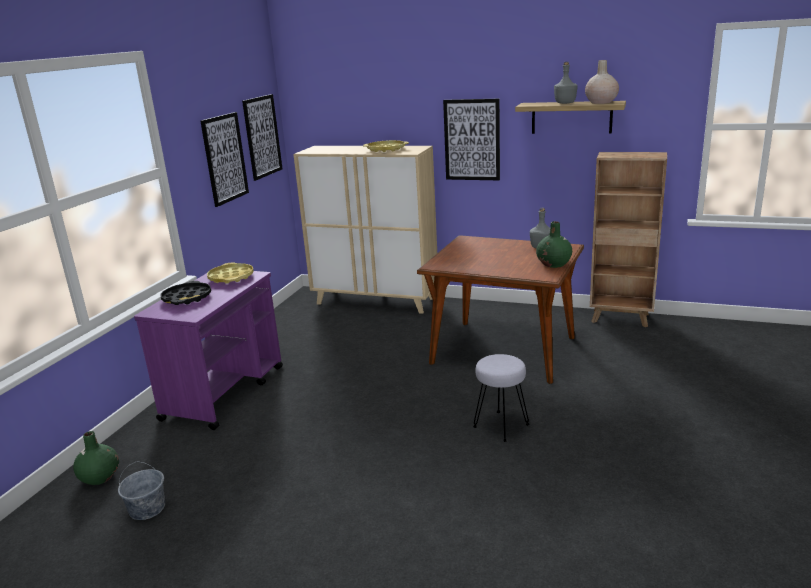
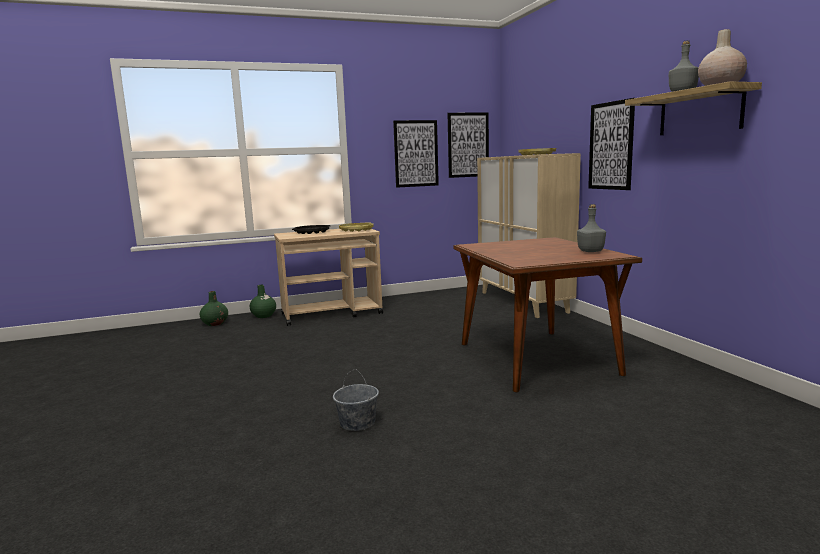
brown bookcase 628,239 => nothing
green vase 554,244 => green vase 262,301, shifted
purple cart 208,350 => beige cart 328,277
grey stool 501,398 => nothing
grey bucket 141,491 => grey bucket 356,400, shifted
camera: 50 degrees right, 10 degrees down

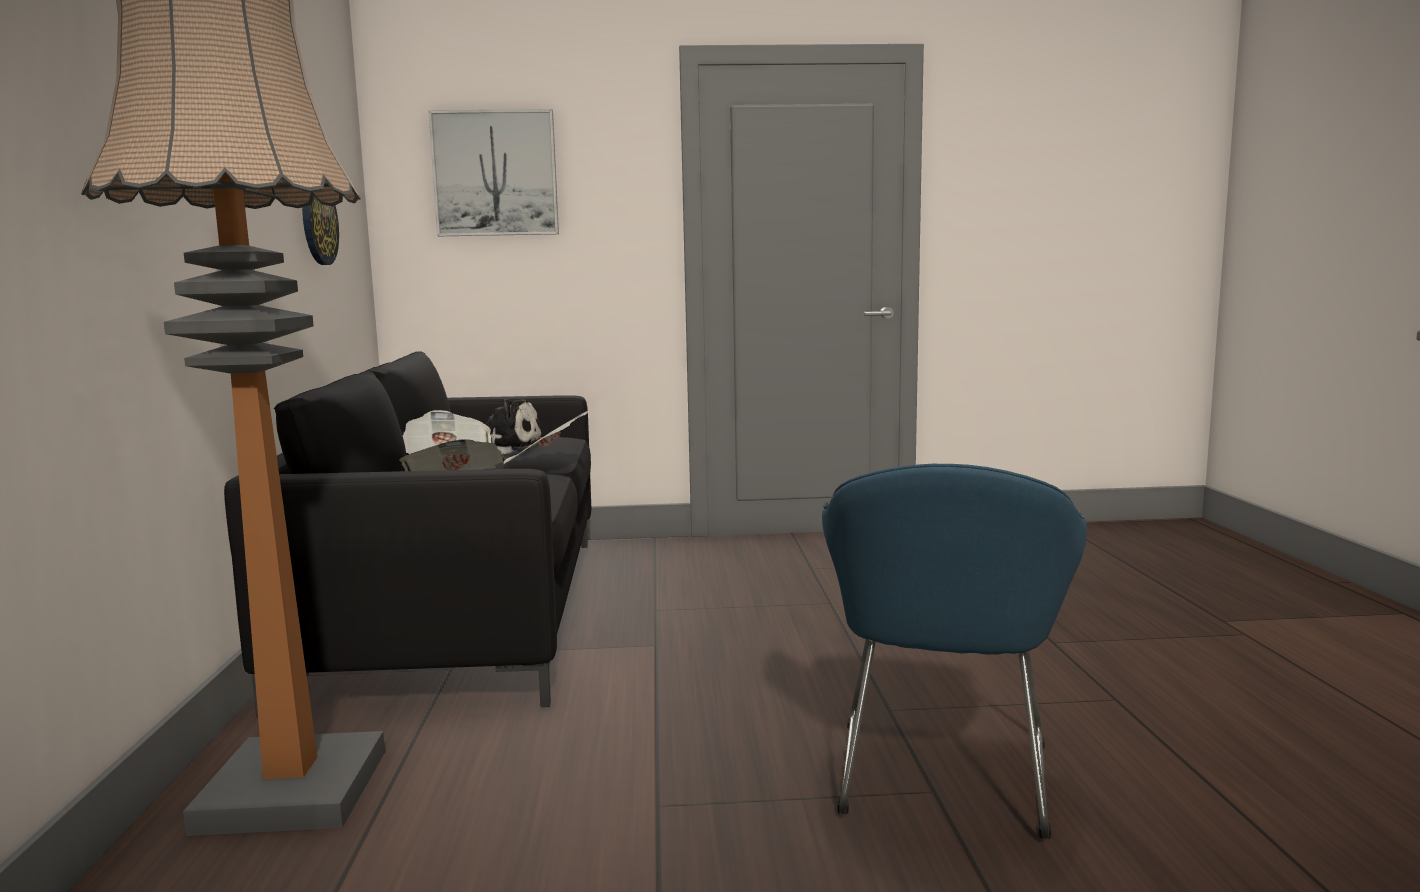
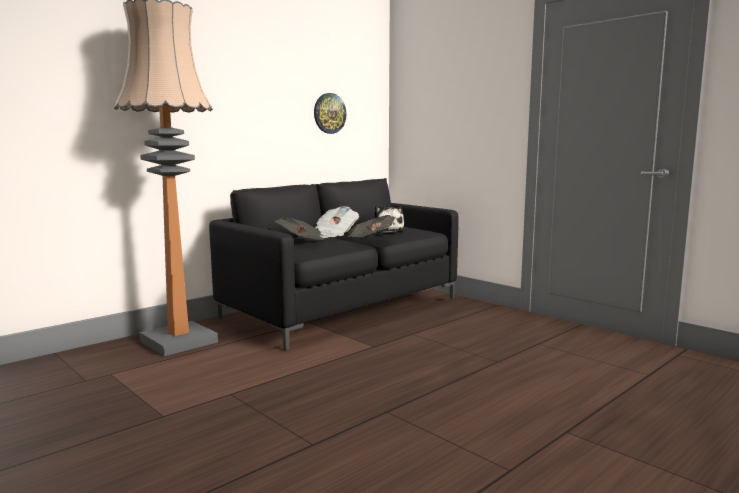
picture 493,172 => nothing
blue armchair 954,651 => nothing
camera: 50 degrees right, 0 degrees up

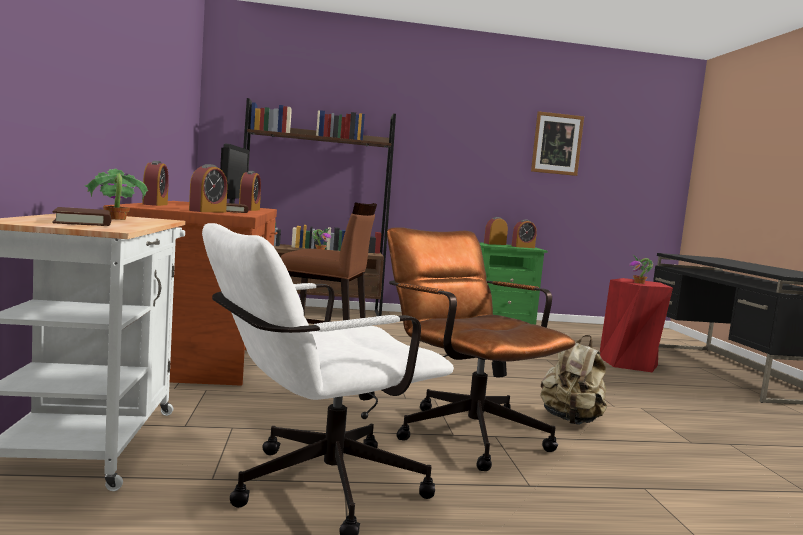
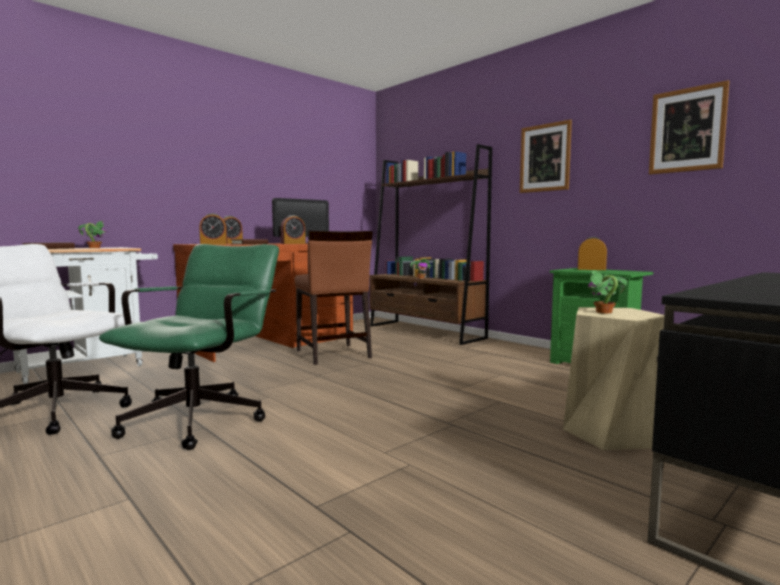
alarm clock 524,234 => nothing
brown office chair 481,349 => green office chair 189,347
red stool 636,325 => beige stool 613,378
beige backpack 573,380 => nothing
nothing => picture 546,156
camera: 55 degrees right, 0 degrees up

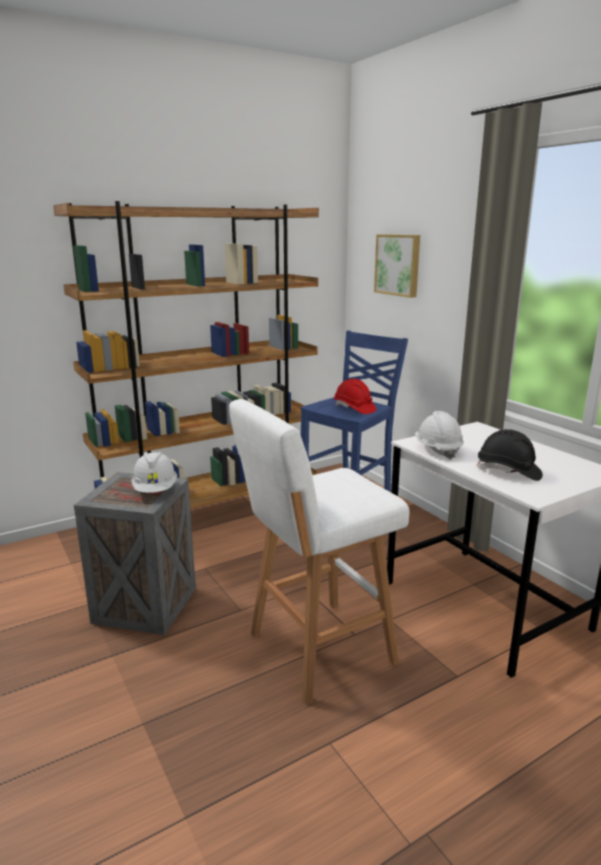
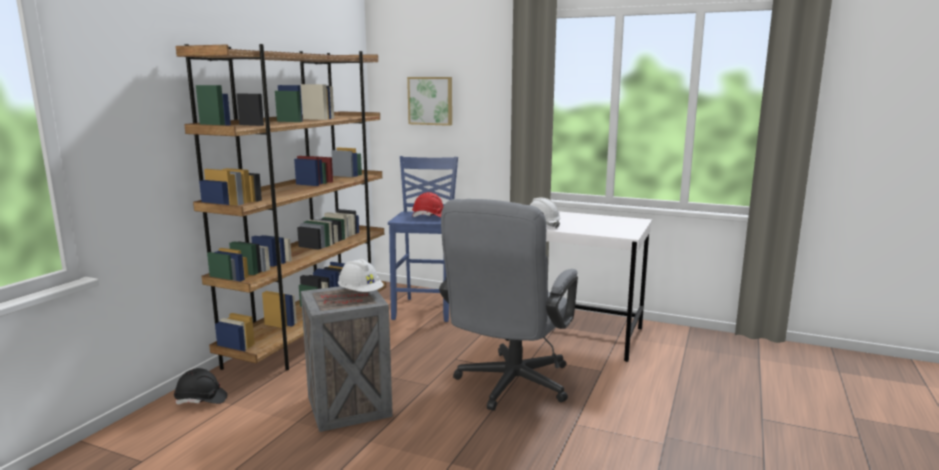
white stool 319,552 => grey office chair 508,305
black hard hat 509,455 => black hard hat 200,386, shifted
camera: 35 degrees left, 5 degrees down

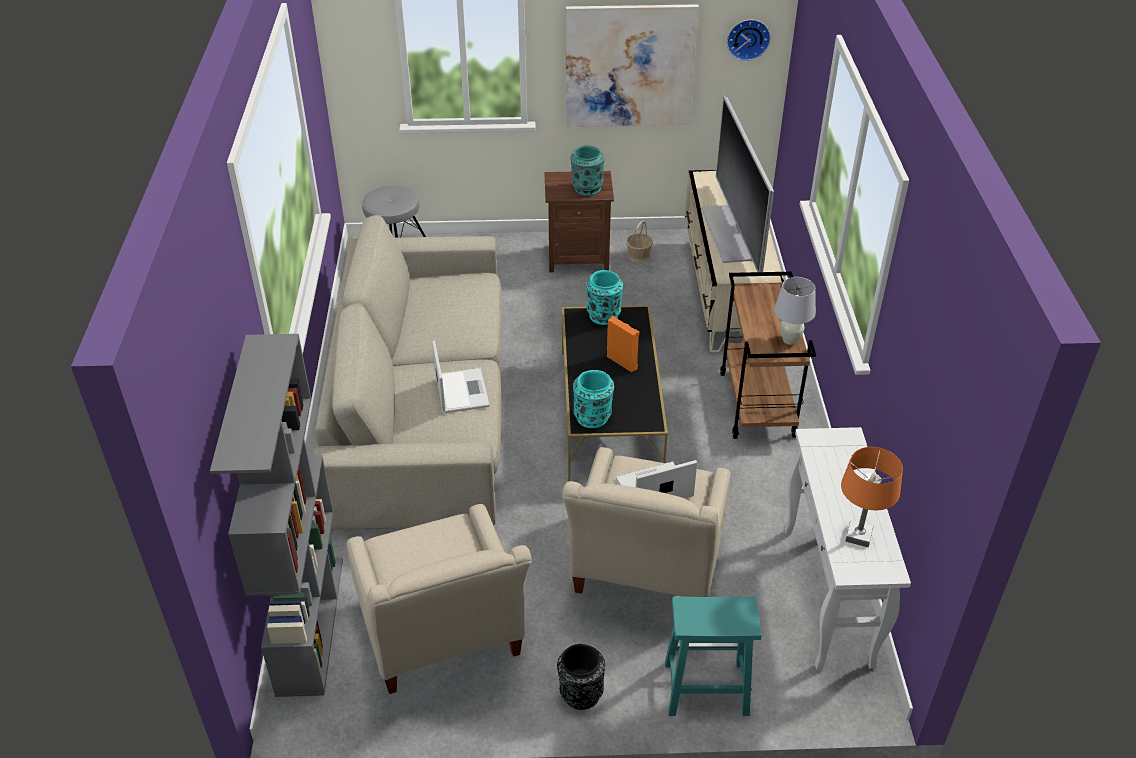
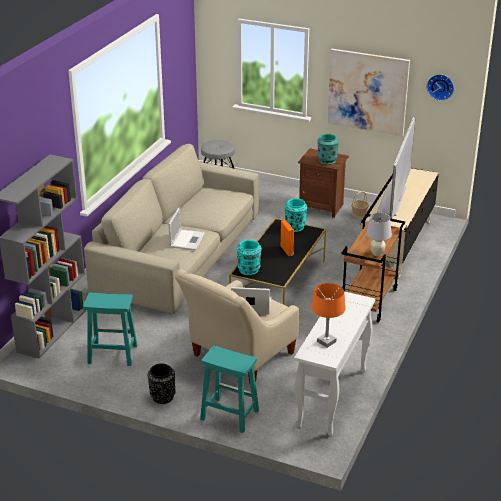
beige armchair 439,599 => turquoise stool 110,329
camera: 25 degrees right, 10 degrees down

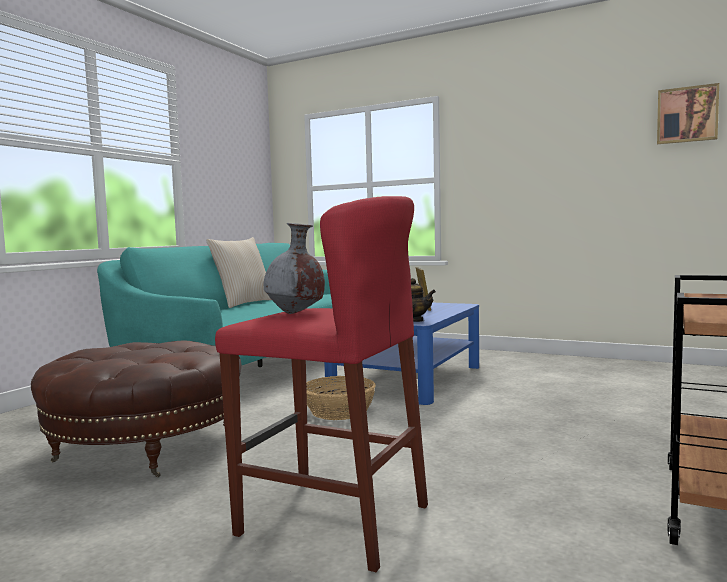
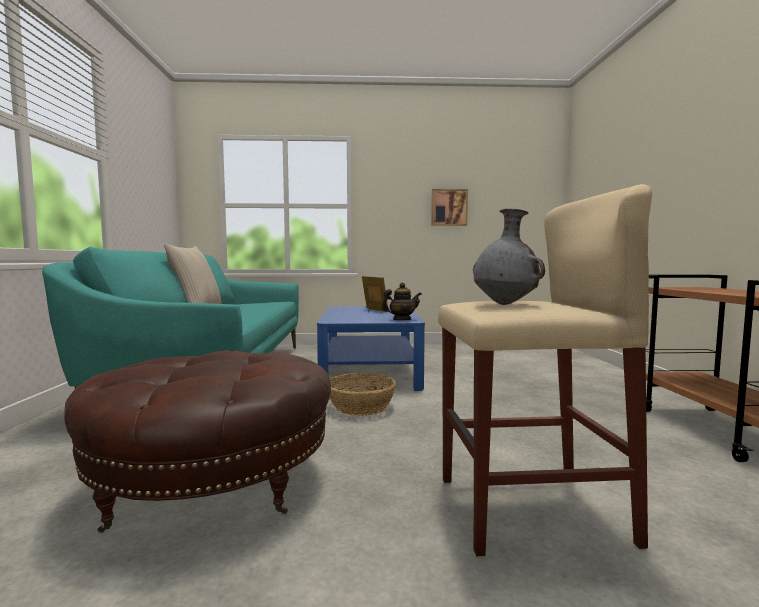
picture 688,113 => picture 449,207, shifted
red stool 321,384 => beige stool 545,370
camera: 30 degrees left, 0 degrees up

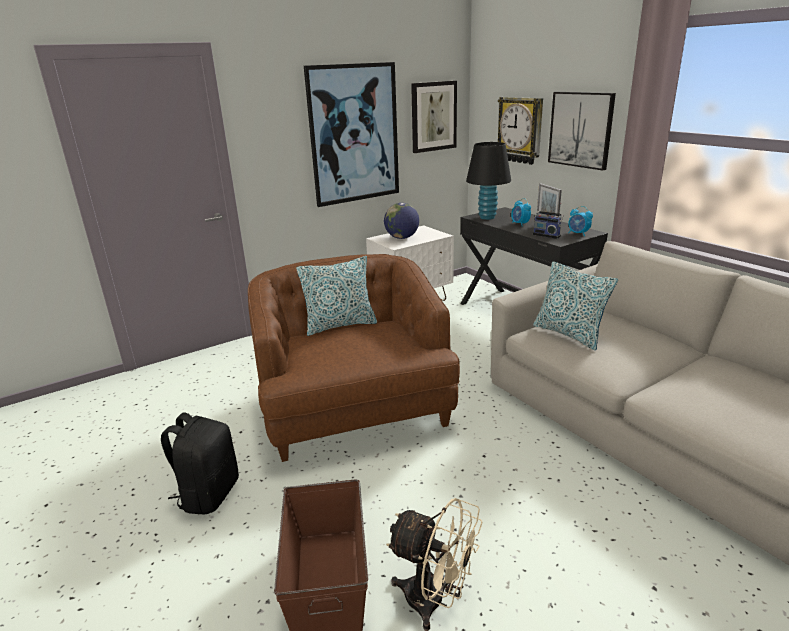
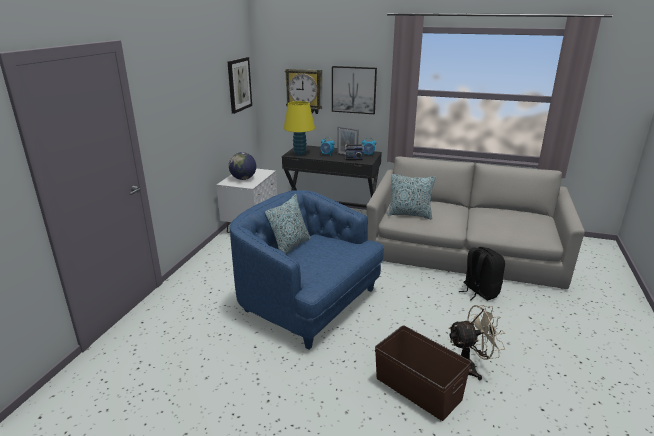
picture 351,134 => nothing
black table lamp 488,181 => yellow table lamp 299,128
brown armchair 354,358 => blue armchair 307,270
black backpack 200,463 => black backpack 482,273, shifted
camera: 40 degrees left, 0 degrees up

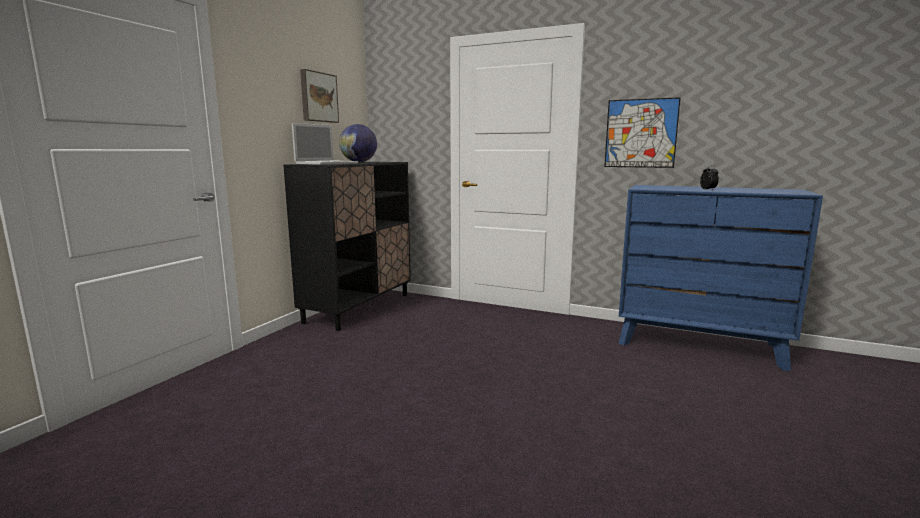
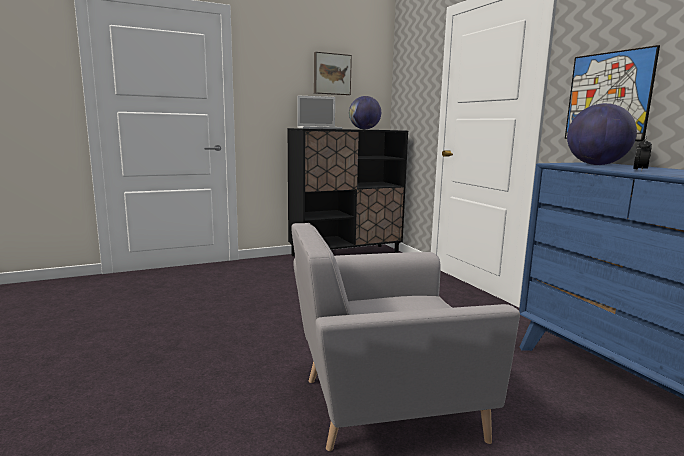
nothing => globe 602,134
nothing => grey armchair 405,337
camera: 40 degrees right, 0 degrees up

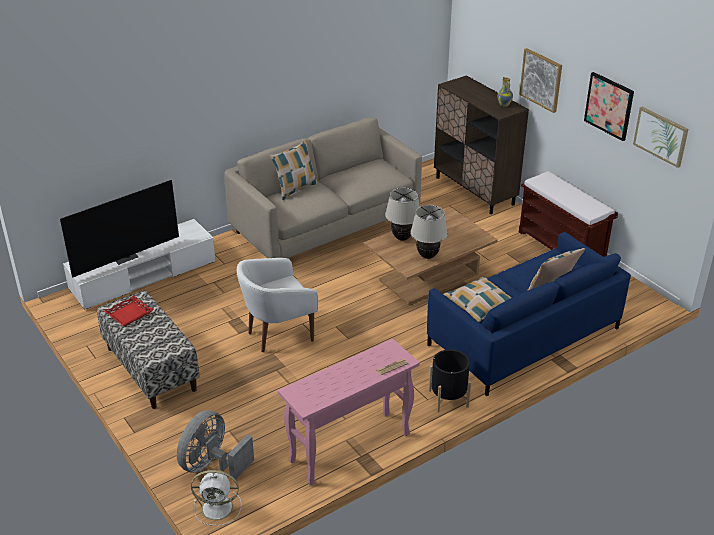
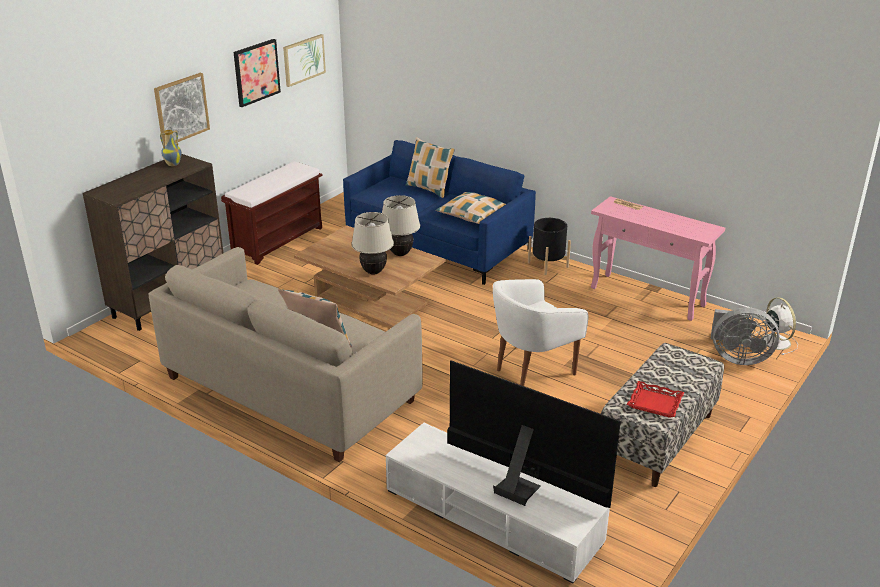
white armchair 277,305 => white armchair 541,332, 105 degrees clockwise
camera: 110 degrees left, 5 degrees down

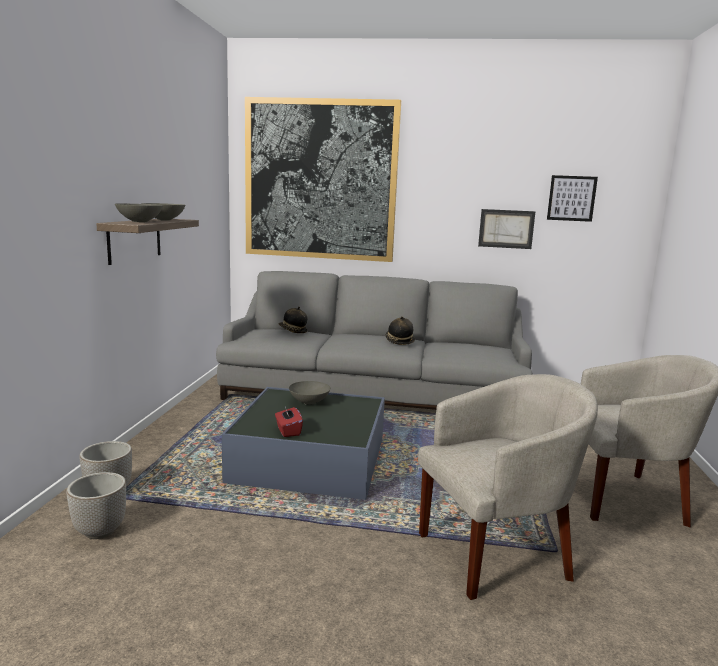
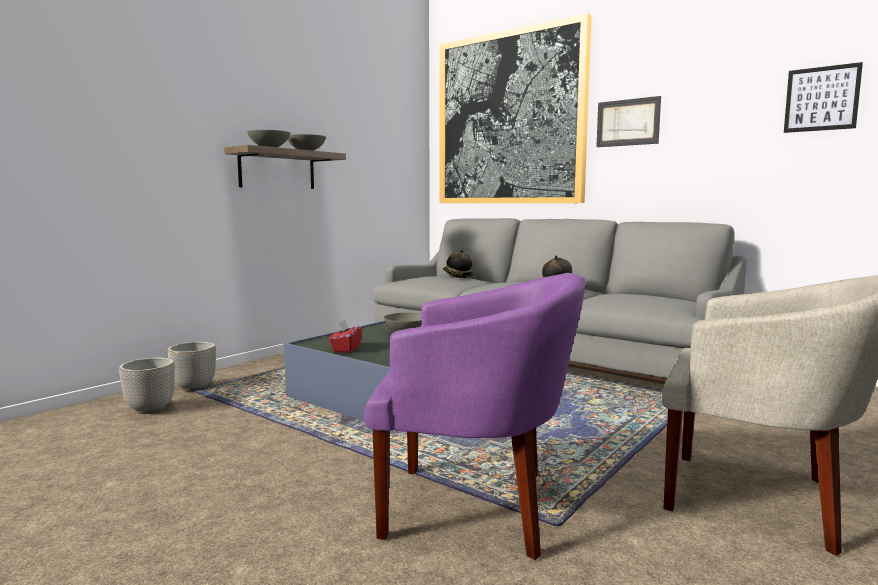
picture 507,229 => picture 628,121, shifted
beige armchair 508,487 => purple armchair 475,416
camera: 30 degrees right, 5 degrees down

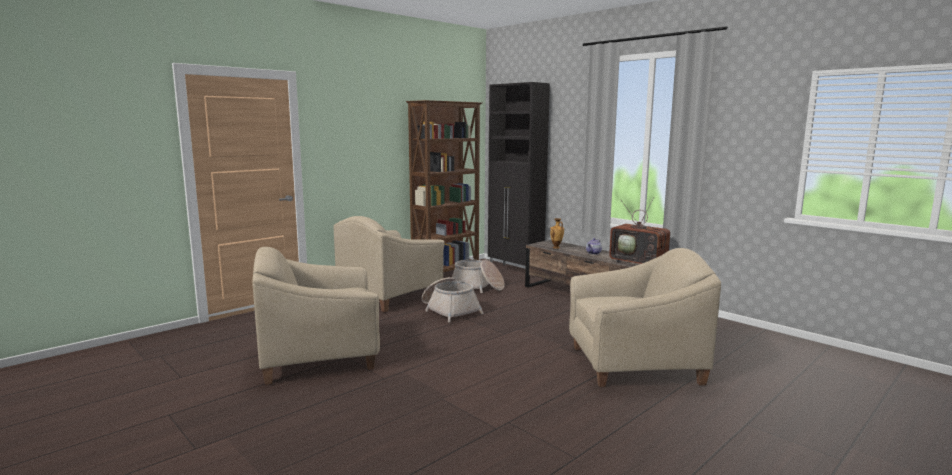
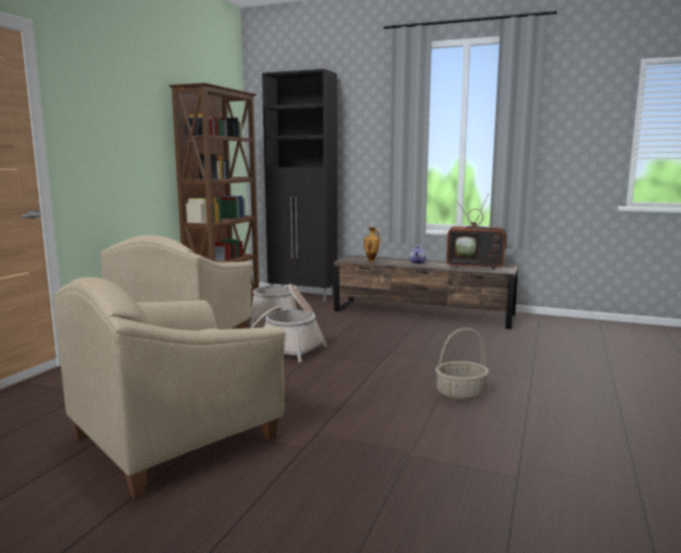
beige armchair 645,317 => nothing
nothing => basket 462,364
camera: 25 degrees left, 0 degrees up

